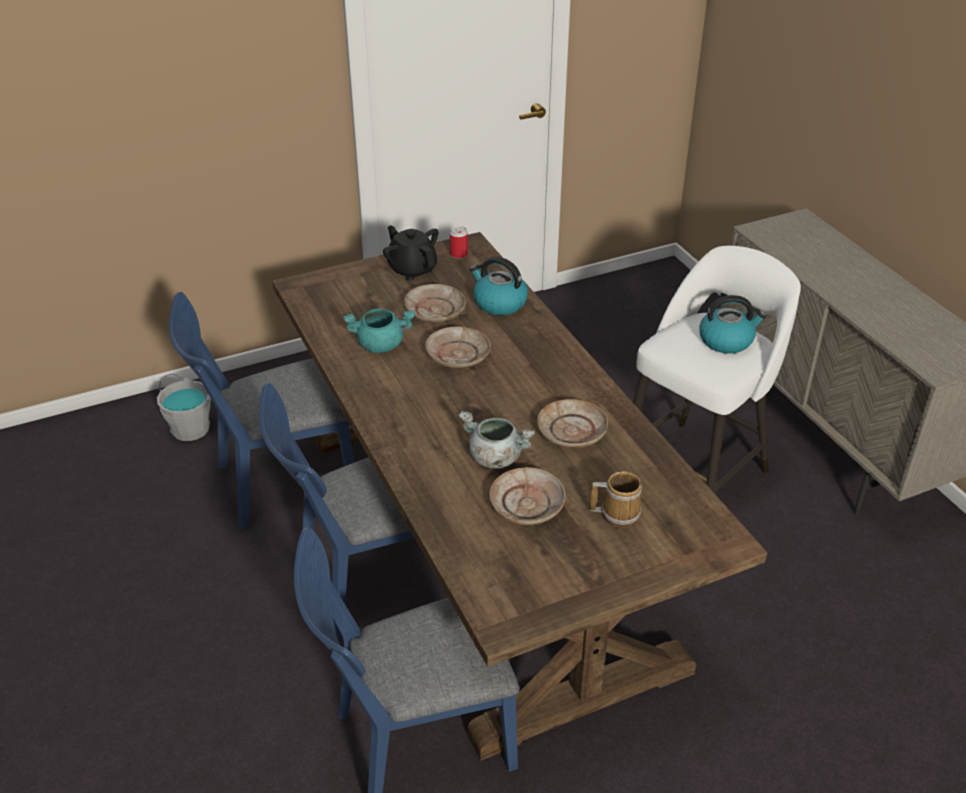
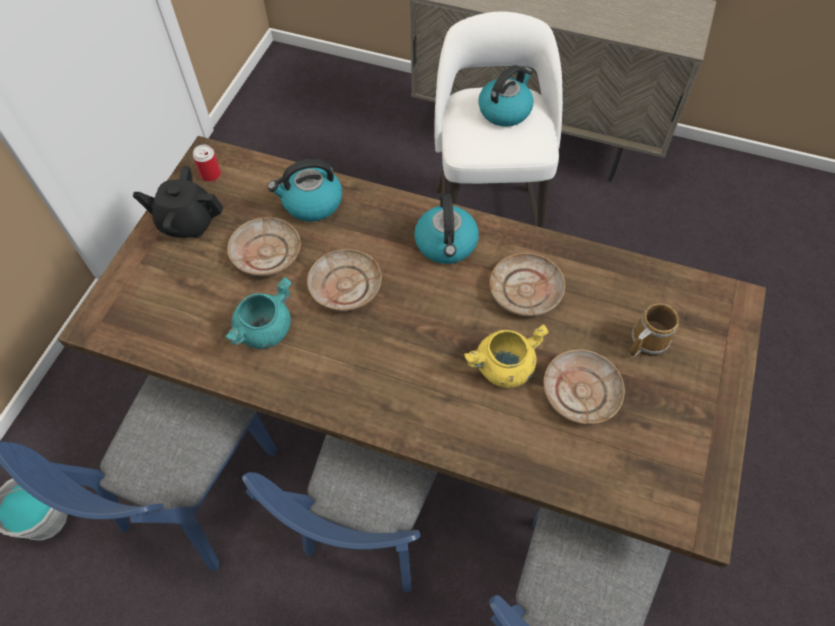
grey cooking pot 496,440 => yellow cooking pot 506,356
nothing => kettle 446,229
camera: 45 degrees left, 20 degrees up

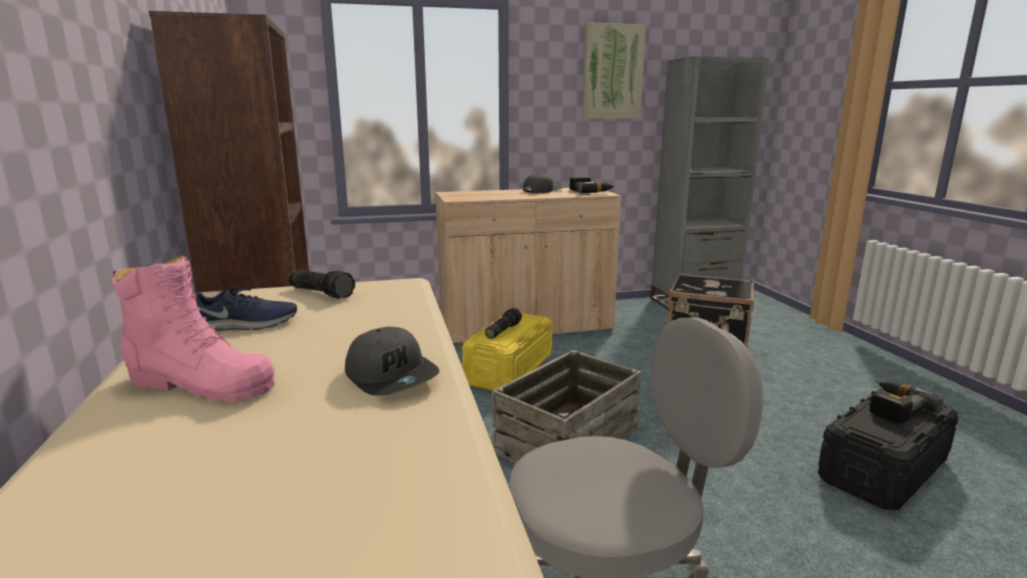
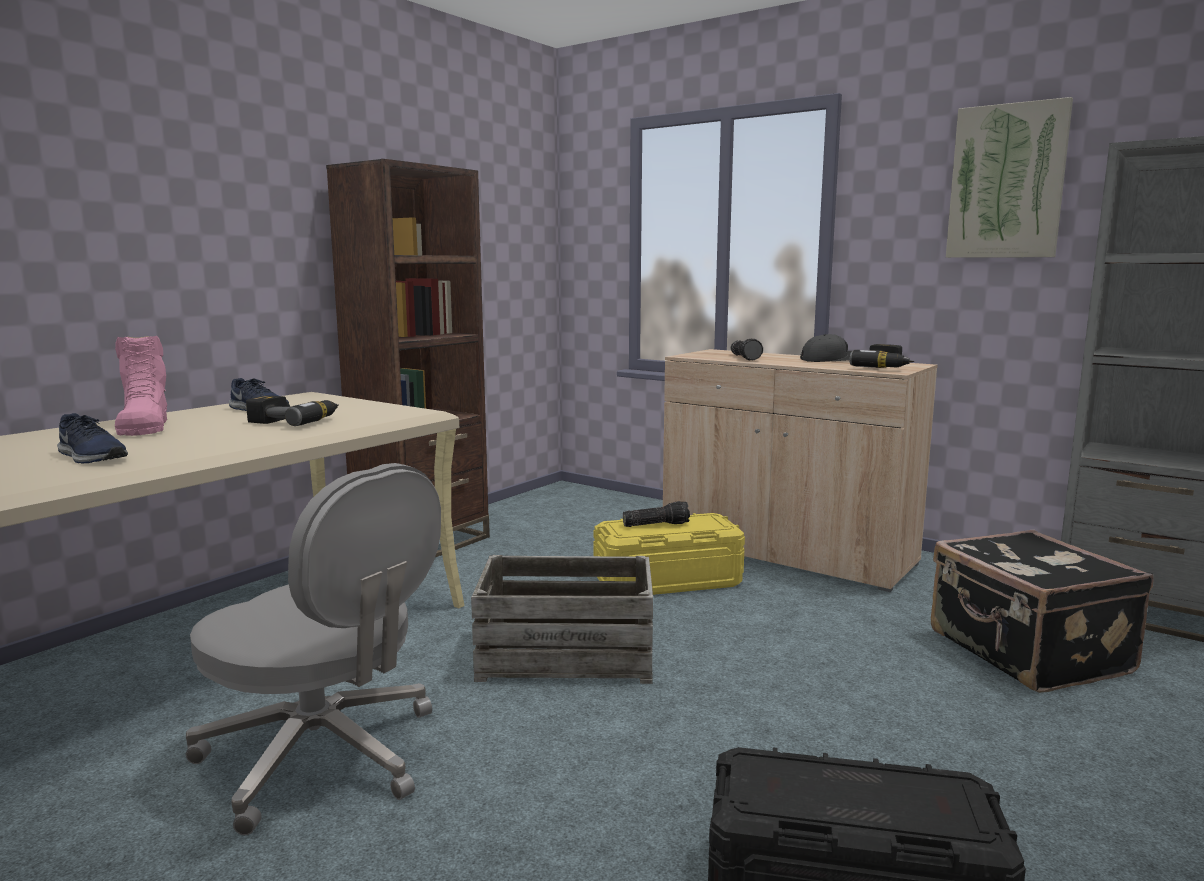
flashlight 322,284 => flashlight 747,350, shifted
grey cap 392,361 => nothing
power drill 906,402 => power drill 292,411, shifted
nothing => blue shoe 92,438
camera: 50 degrees right, 5 degrees down

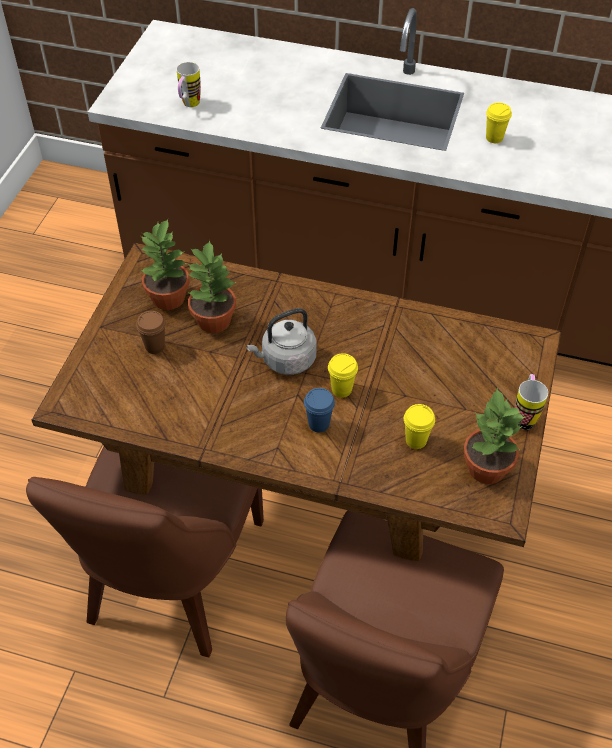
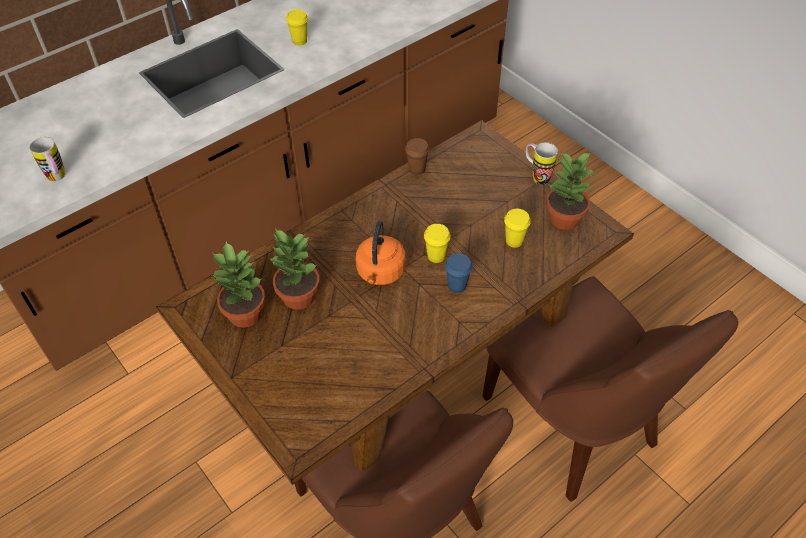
grey kettle 281,341 => orange kettle 381,253
brown cup 151,332 => brown cup 417,156, shifted
camera: 55 degrees left, 0 degrees up

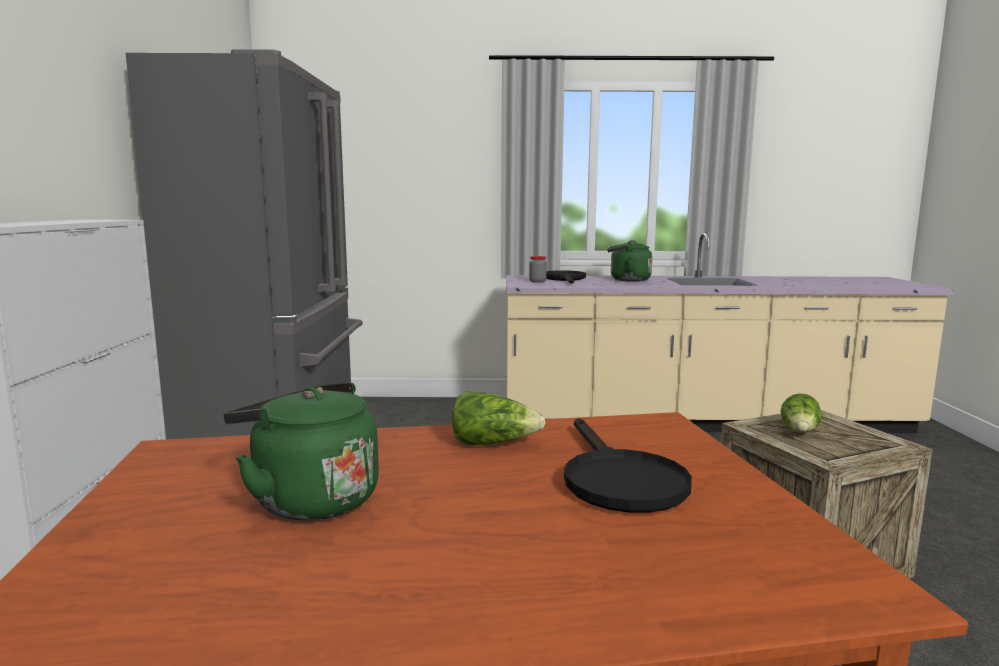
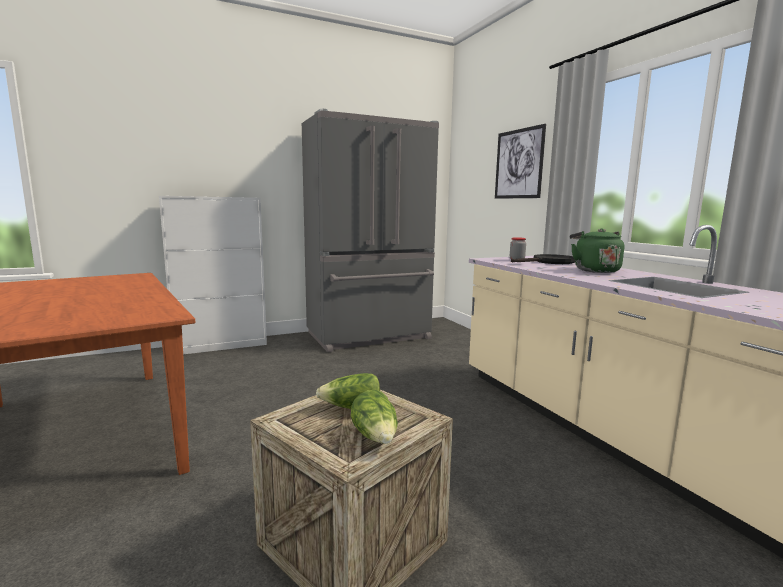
green kettle 301,451 => nothing
lettuce 499,418 => lettuce 374,417, shifted
black frying pan 628,465 => nothing
nothing => picture 520,161
camera: 65 degrees right, 0 degrees up

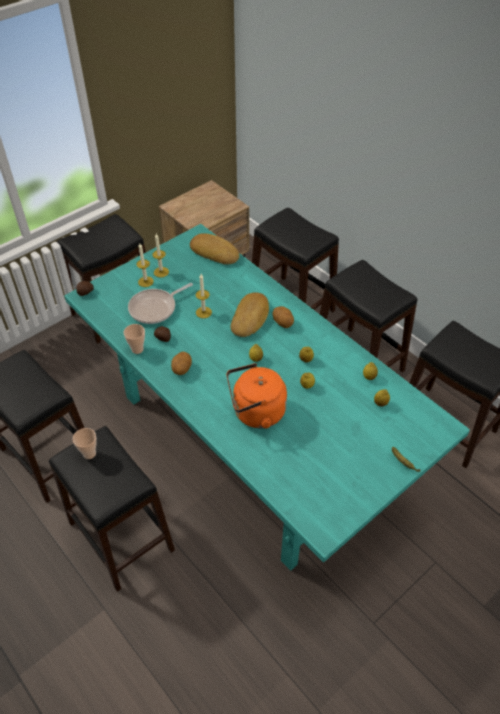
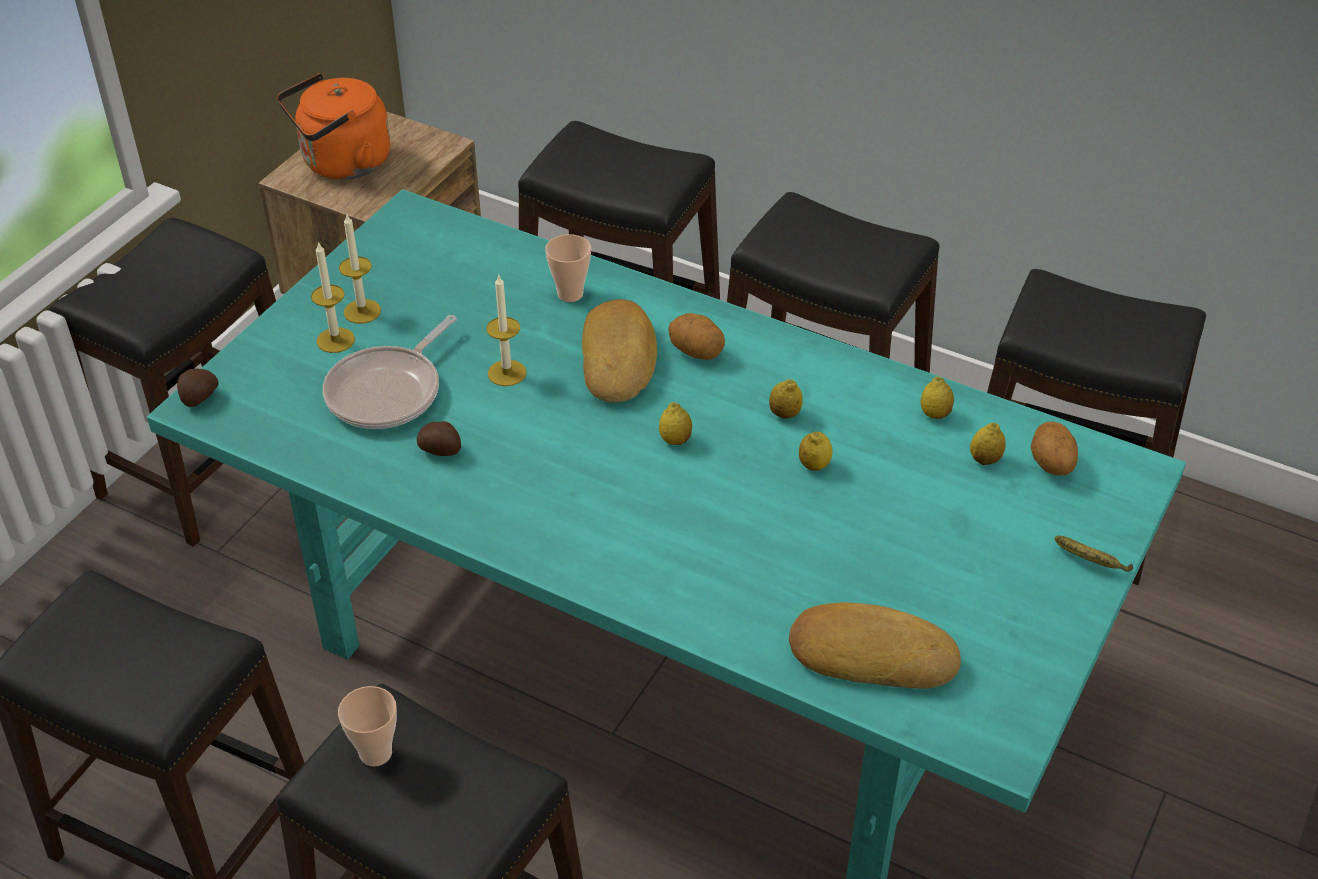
bread 214,249 => bread 875,645, shifted
cup 134,339 => cup 568,268, shifted
potato 181,363 => potato 1054,448, shifted
orange kettle 256,396 => orange kettle 333,126, shifted
camera: 20 degrees left, 5 degrees down

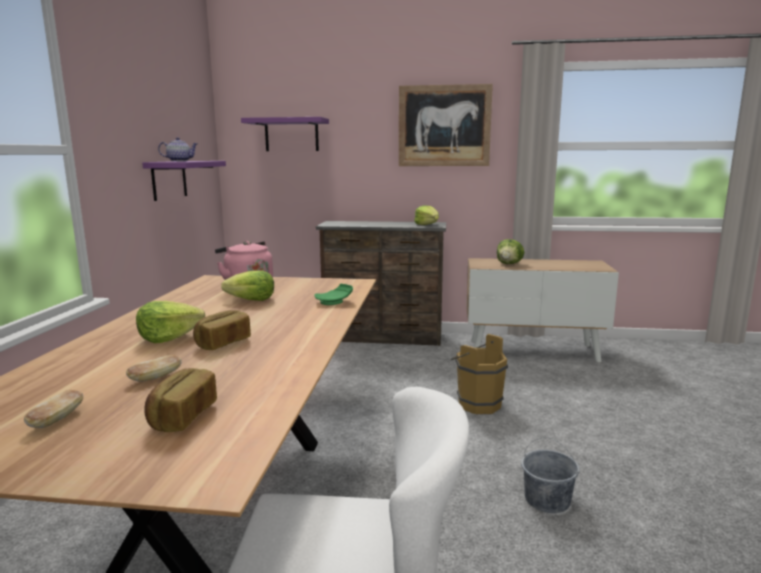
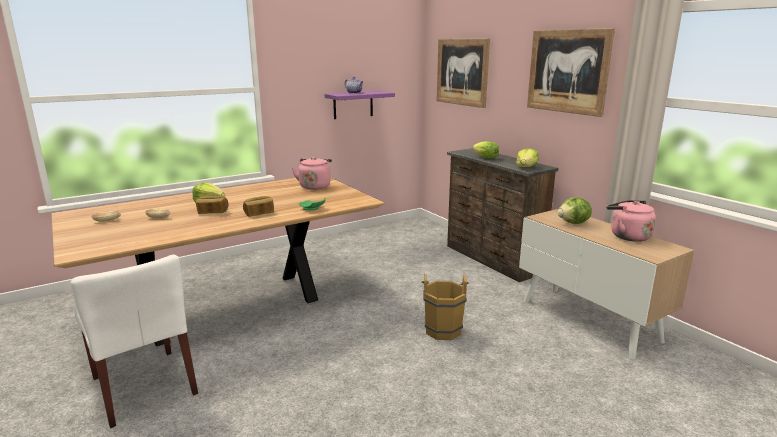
purple shelf 285,134 => picture 463,73
lettuce 247,285 => lettuce 485,150, shifted
bread 180,400 => bread 258,206, shifted
grey bucket 550,475 => nothing
nothing => pink kettle 631,221
camera: 50 degrees right, 5 degrees up

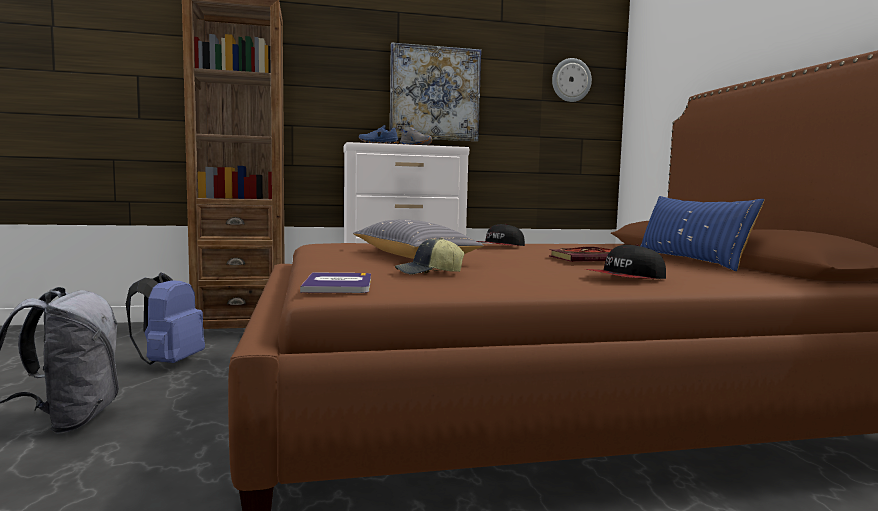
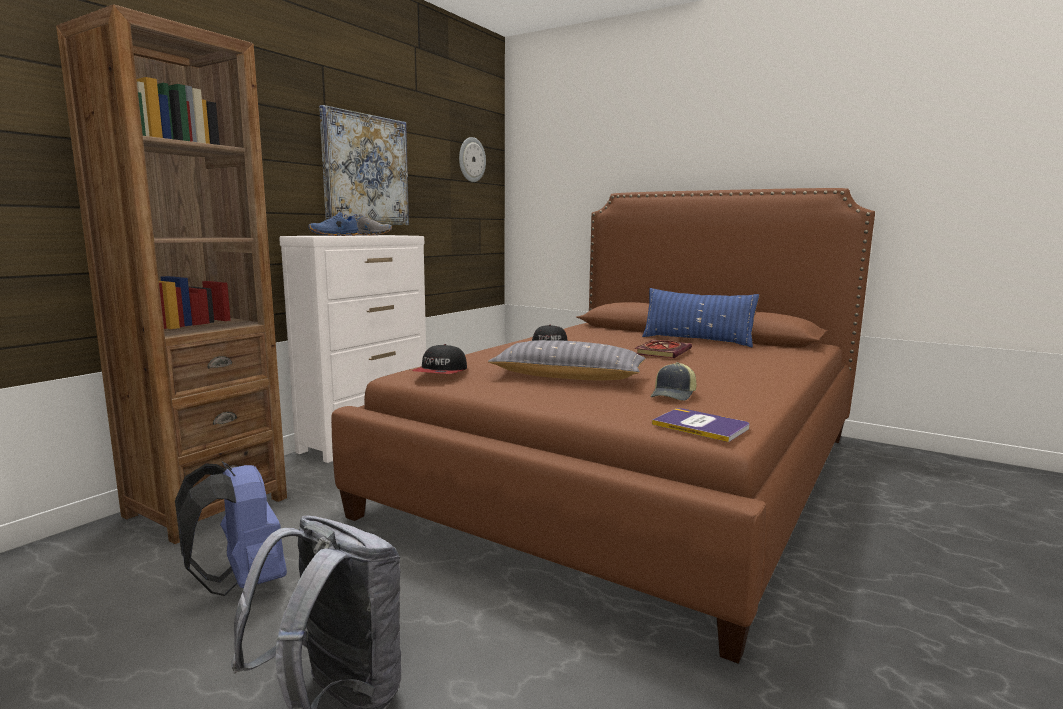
cap 625,261 => cap 439,359, shifted
camera: 45 degrees left, 5 degrees up

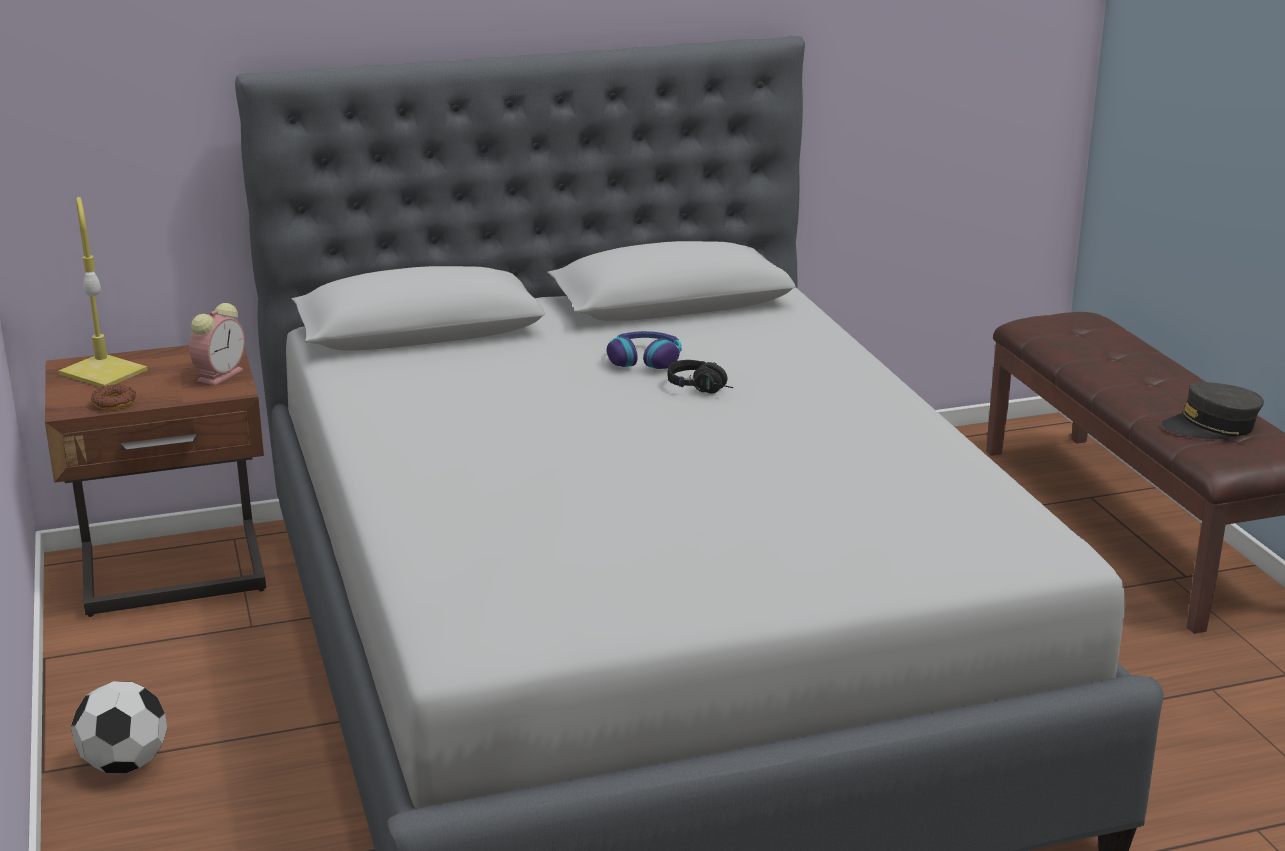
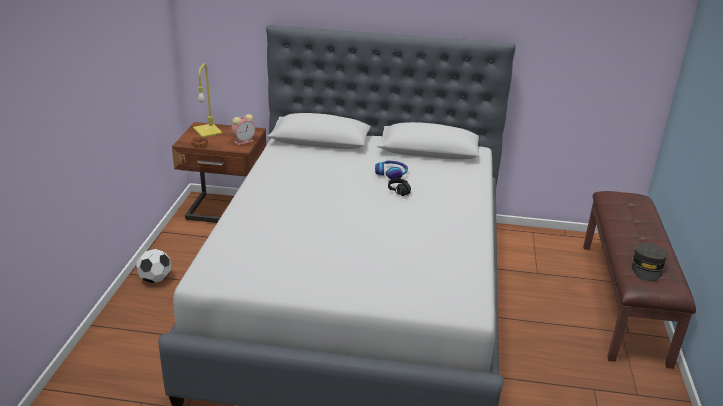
grey cap 1213,410 => grey cap 650,262, 90 degrees counterclockwise
camera: 25 degrees right, 5 degrees up

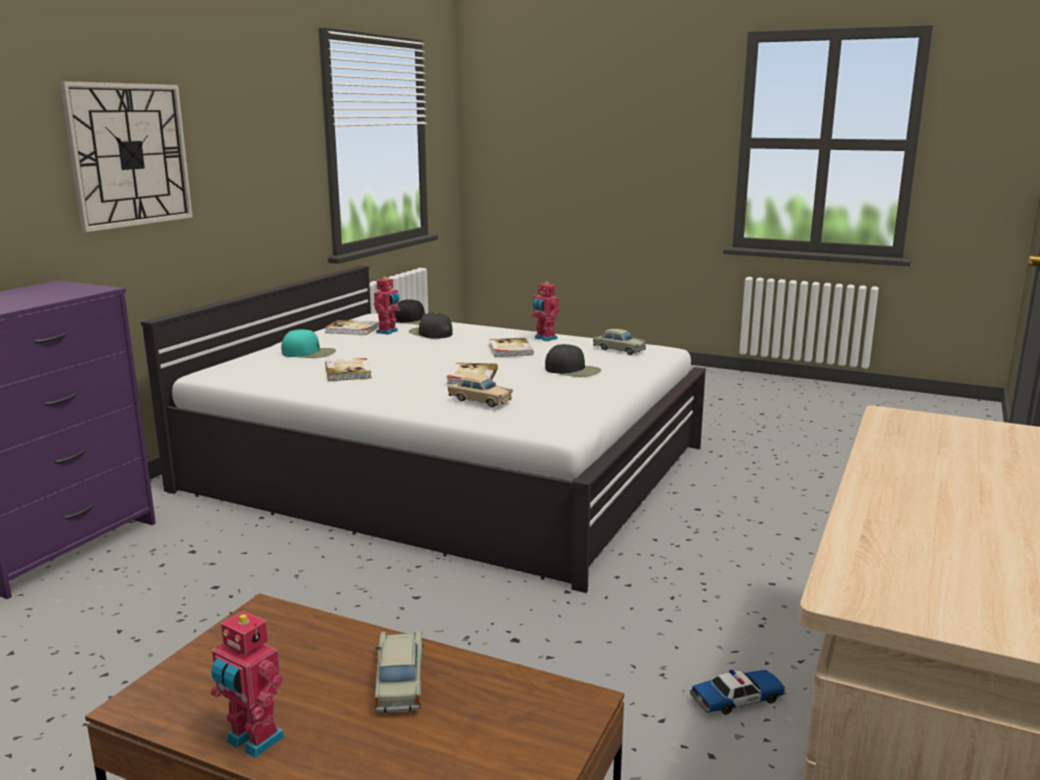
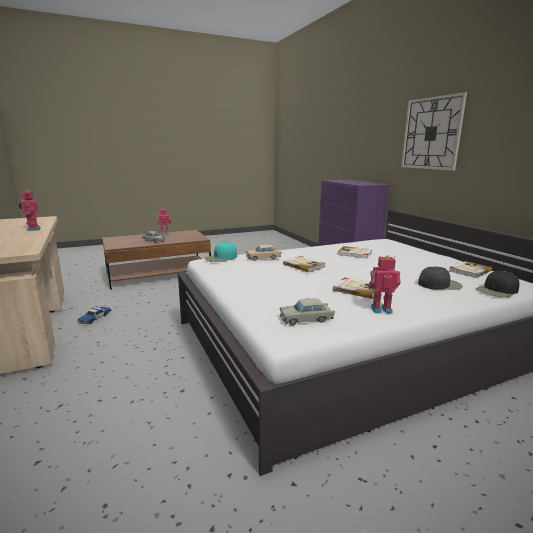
toy robot 387,305 => toy robot 30,210, shifted
turquoise cap 308,343 => turquoise cap 221,252, shifted
black cap 573,360 => nothing
camera: 130 degrees right, 0 degrees up

